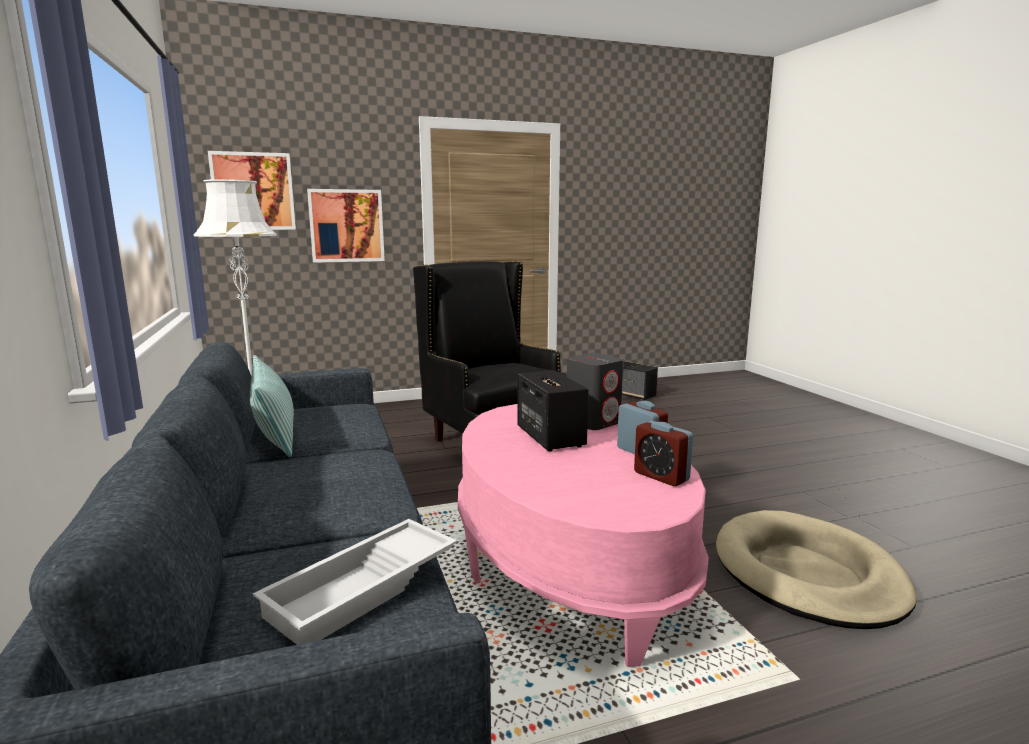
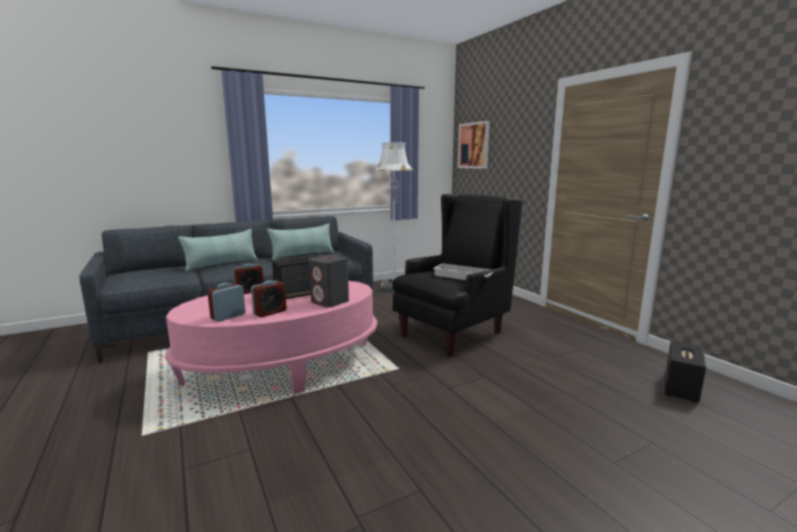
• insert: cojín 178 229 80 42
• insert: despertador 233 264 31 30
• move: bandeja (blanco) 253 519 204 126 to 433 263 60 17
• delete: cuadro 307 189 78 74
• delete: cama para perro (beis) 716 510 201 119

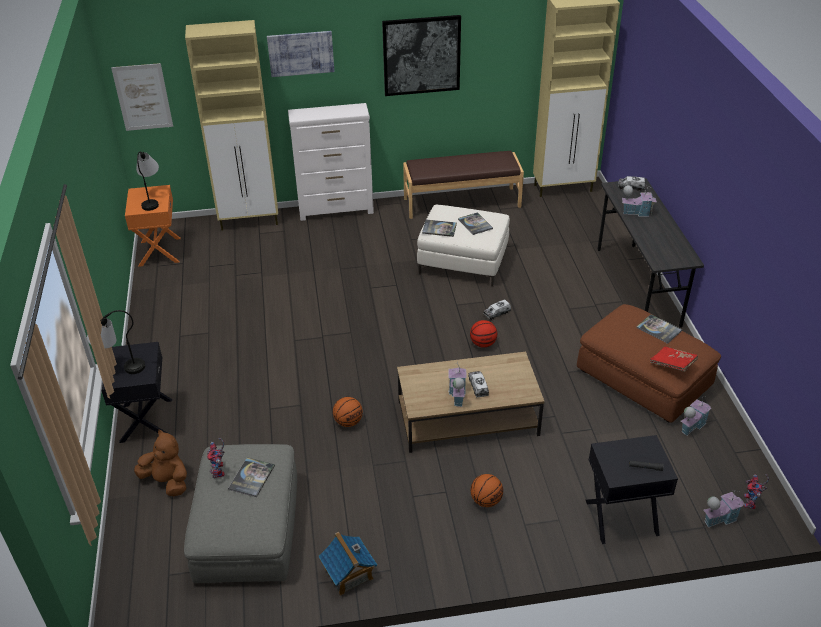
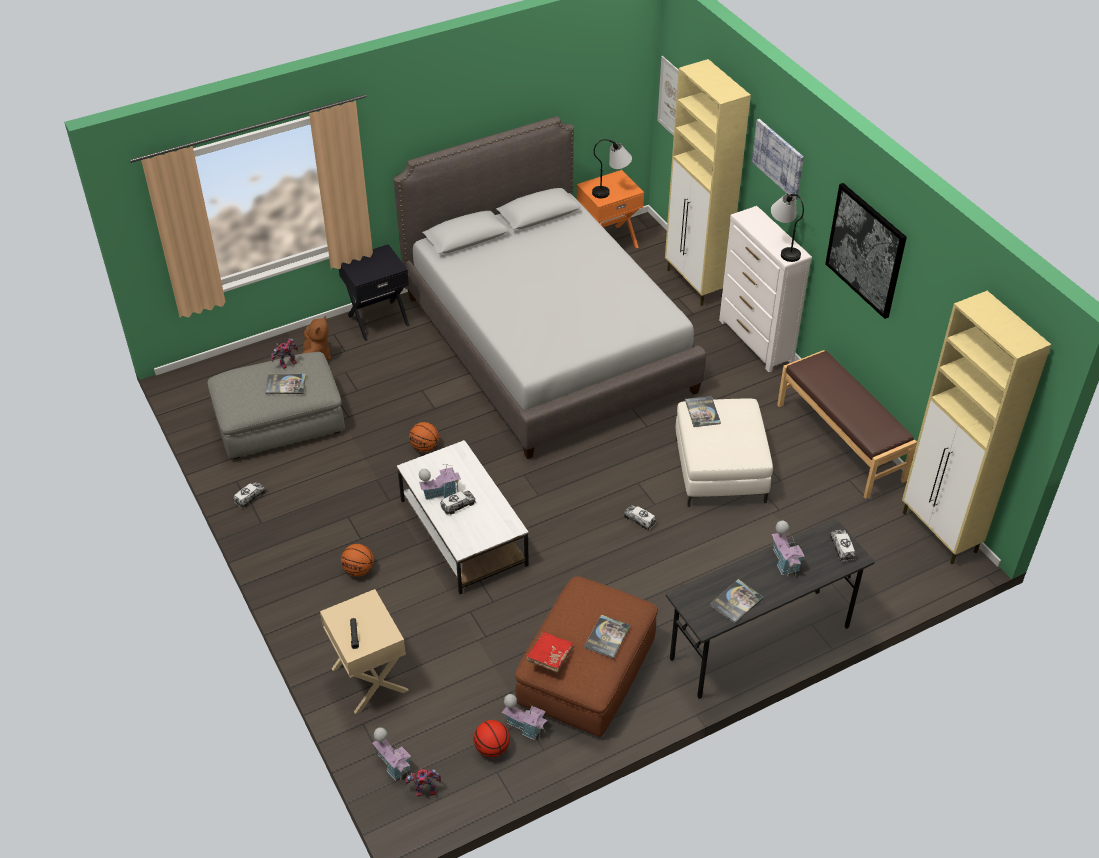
• replace: casita 318 532 59 64 to camión de juguete 233 482 33 26
• recolor: mesita de noche (negro) 586 435 92 109 to mesita de noche (beis) 320 589 89 125
• insert: cama (gris) 394 116 312 343
• recolor: mesa de centro (marrón) 397 352 148 101 to mesa de centro (blanco) 397 440 132 154
• move: balón de baloncesto 470 320 27 28 to 474 720 36 37
• move: libro 458 212 35 23 to 710 579 54 44
• move: lámpara de mesa 87 310 58 64 to 771 194 33 68

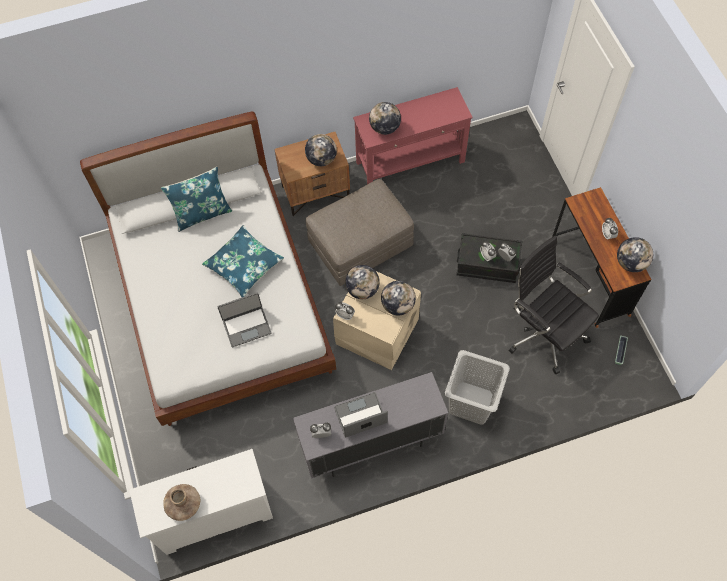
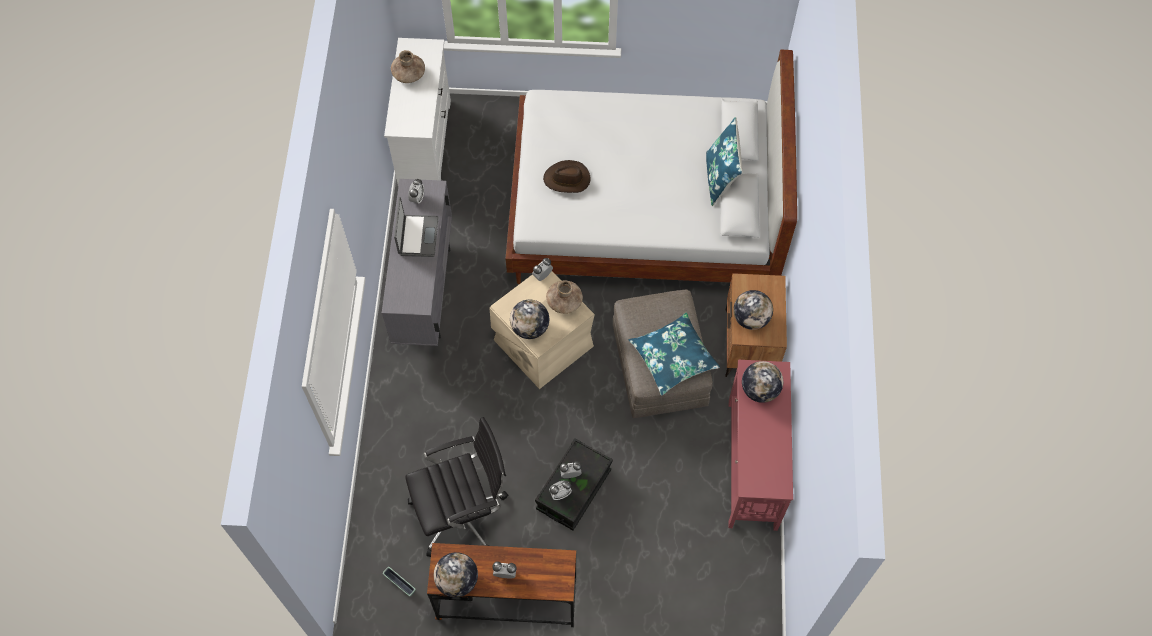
• replace: portátil 217 292 55 55 to sombrero (marrón) 543 160 48 33
• replace: globo terráqueo 345 265 35 34 to florero (marrón) 546 280 37 34
• move: cojín (azul) 202 225 82 72 to 629 312 91 84
• delete: cesto de la ropa (gris) 445 350 65 75

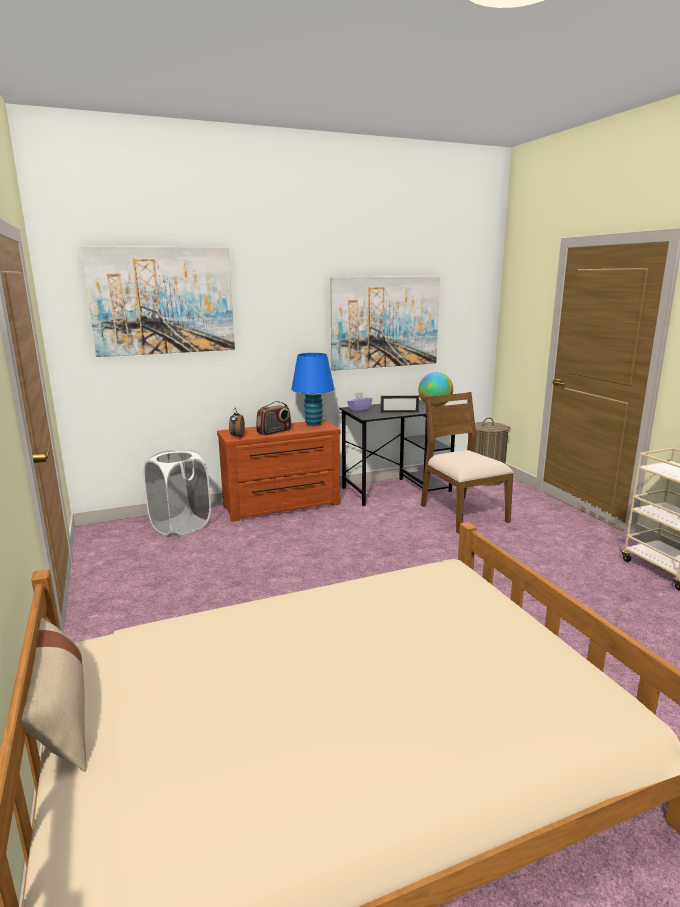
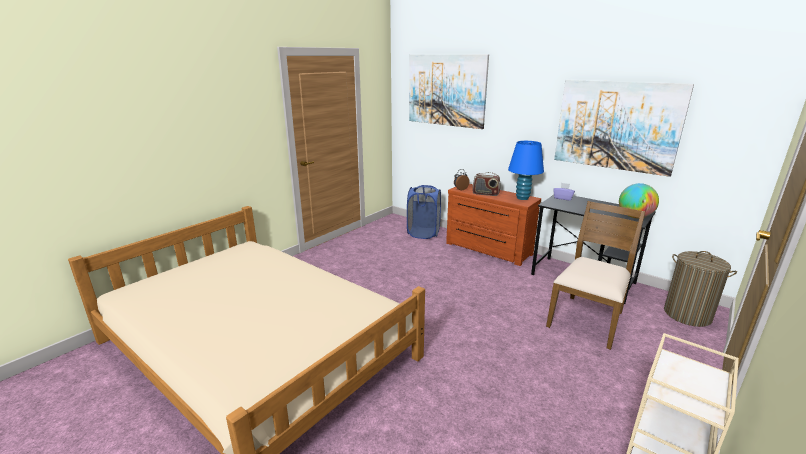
• recolor: cesto de la ropa (blanco) 143 449 68 87 to cesto de la ropa (azul) 407 185 34 54
• delete: cojín (beis) 22 618 64 154
• delete: portarretratos 380 395 39 18

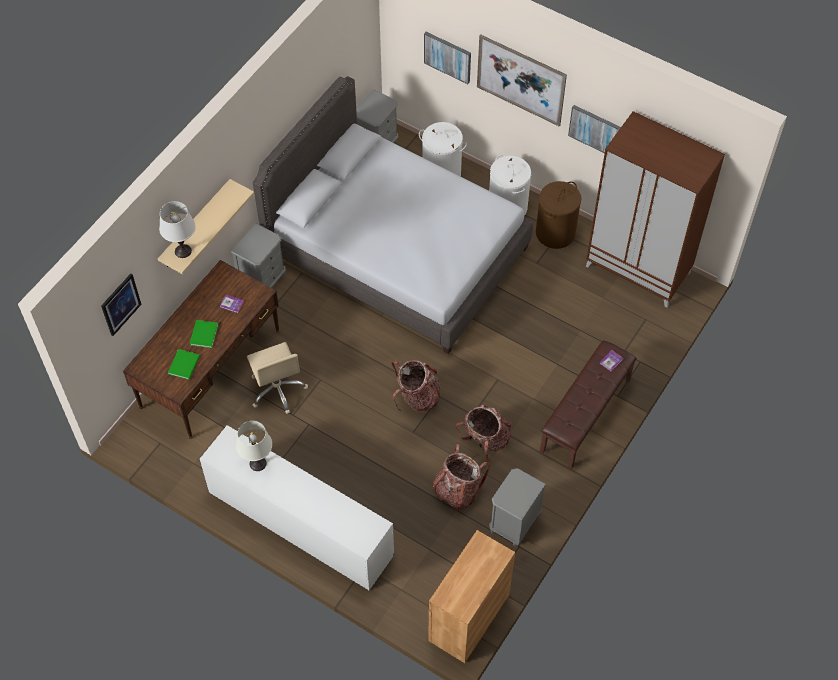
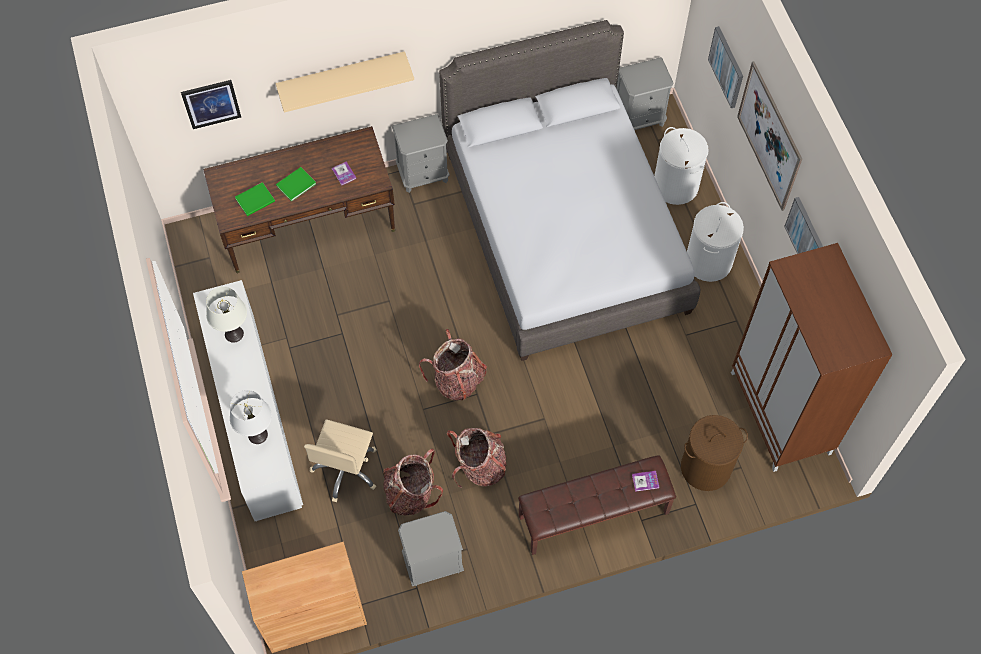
• move: lámpara de mesa (blanco) 159 201 37 57 to 230 390 42 54
• move: silla de oficina (beis) 247 342 61 72 to 304 419 73 83
• move: cesto de la ropa (marrón) 536 181 45 68 to 681 415 67 76

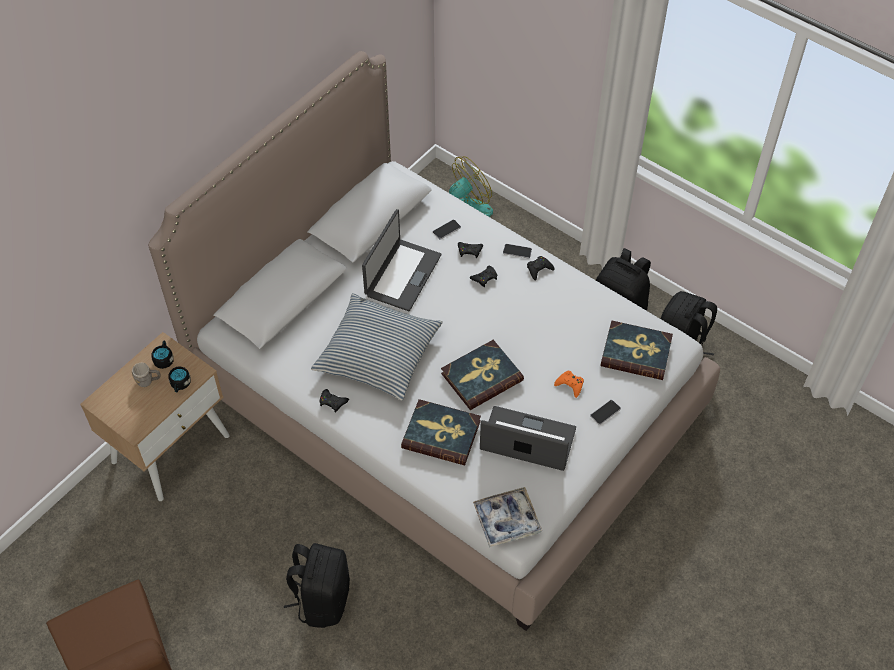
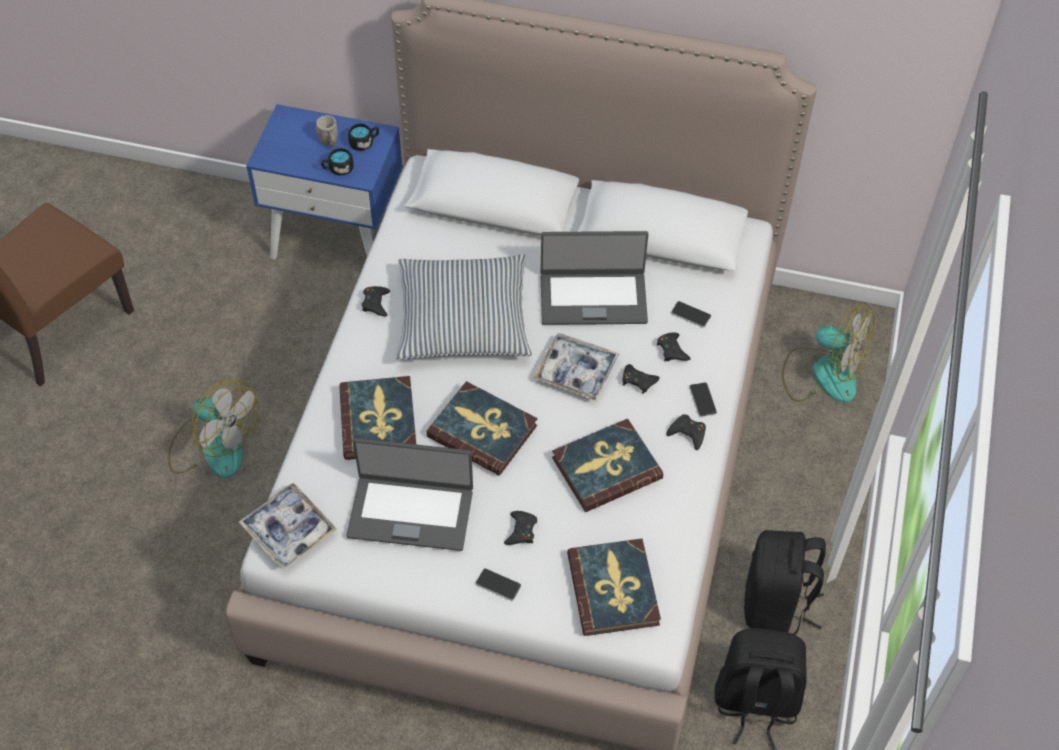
• replace: mochila (negro) 284 543 66 85 to ventilador 168 379 90 99
• recolor: mesita de noche (beis) 80 332 150 169 to mesita de noche (azul) 246 104 157 155
• rotate: portátil 480 406 96 65 = 346 438 127 113 105 degrees clockwise
• recolor: mando de consola (naranja) 554 371 30 27 to mando de consola (negro) 504 511 33 34
• insert: bandeja 533 333 86 68
• insert: libro 552 419 111 93

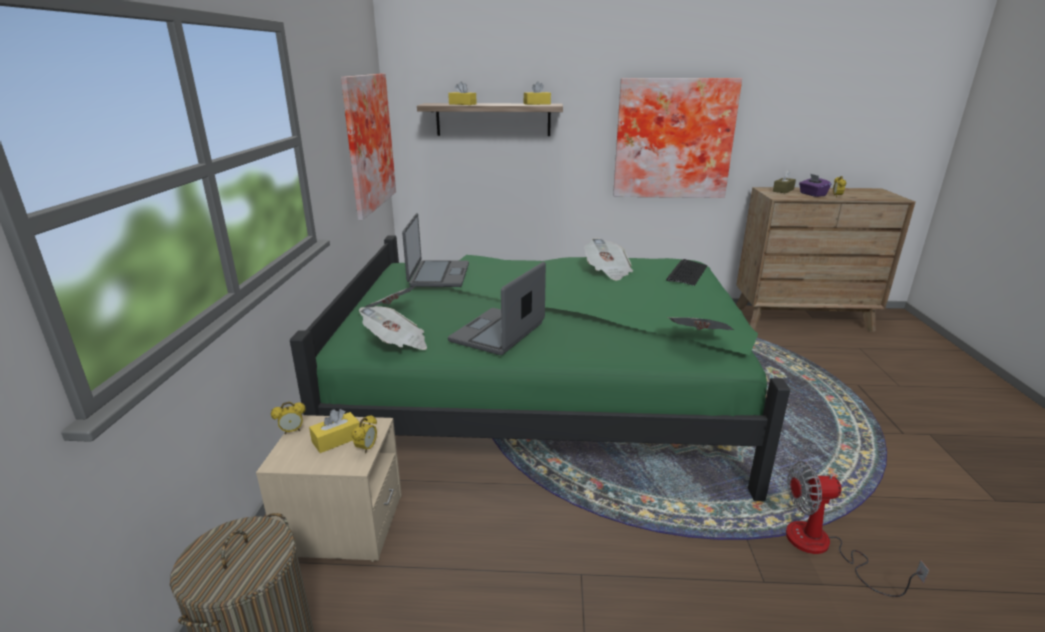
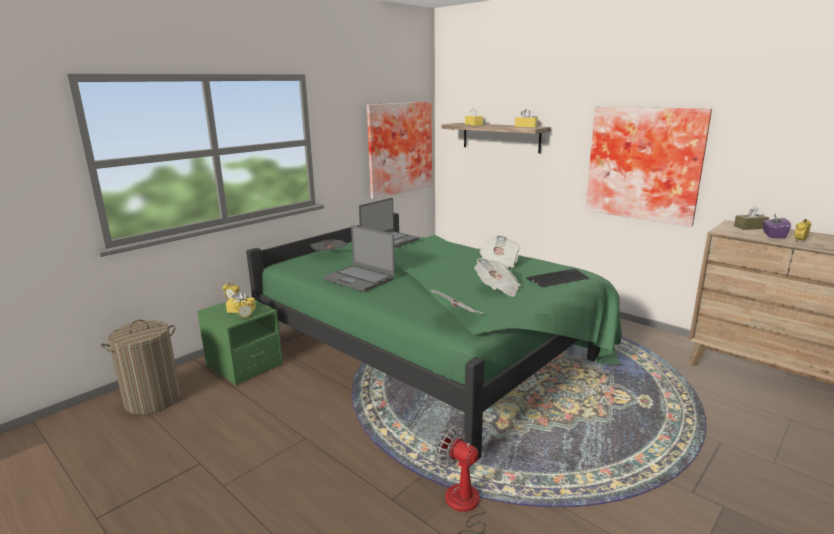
• recolor: mesita de noche (beis) 256 415 146 147 to mesita de noche (verde) 197 295 86 90
• rotate: portátil 448 262 98 93 = 323 225 72 67 120 degrees counterclockwise
• move: periódico 359 306 68 44 to 474 258 47 39

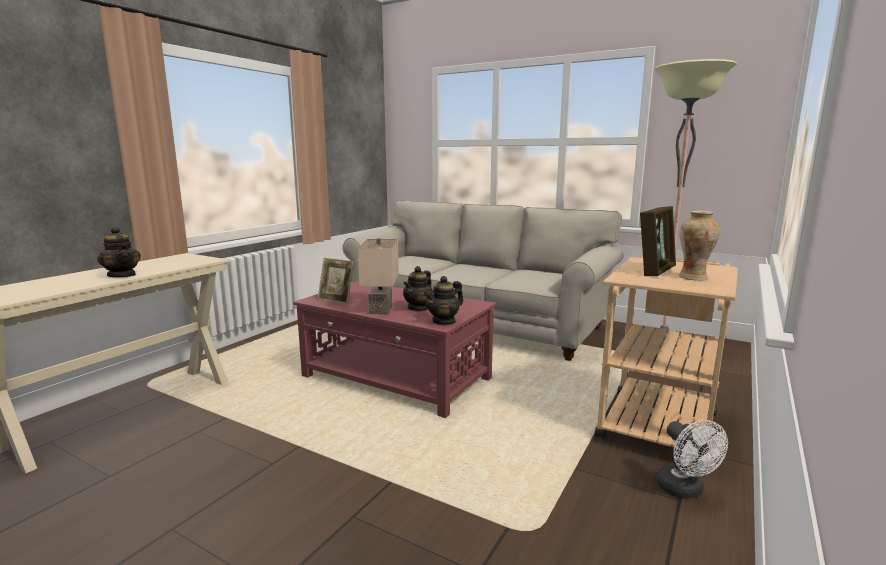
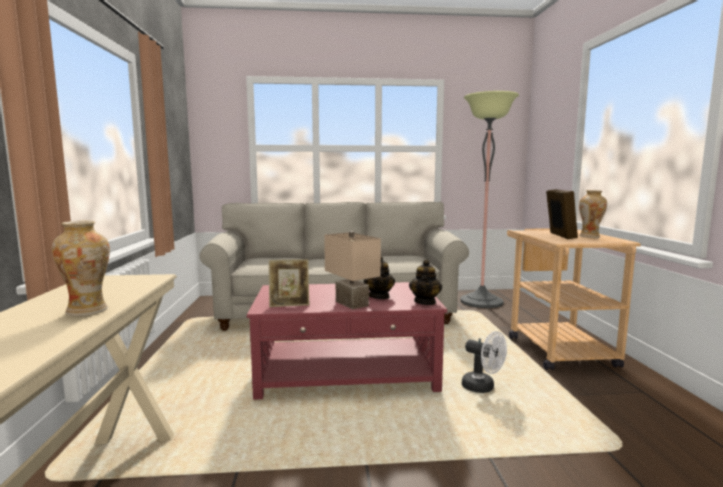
• replace: tetera 97 226 44 51 to florero 52 221 58 95
• move: ventilador (blanco) 655 420 73 79 to 462 331 45 62

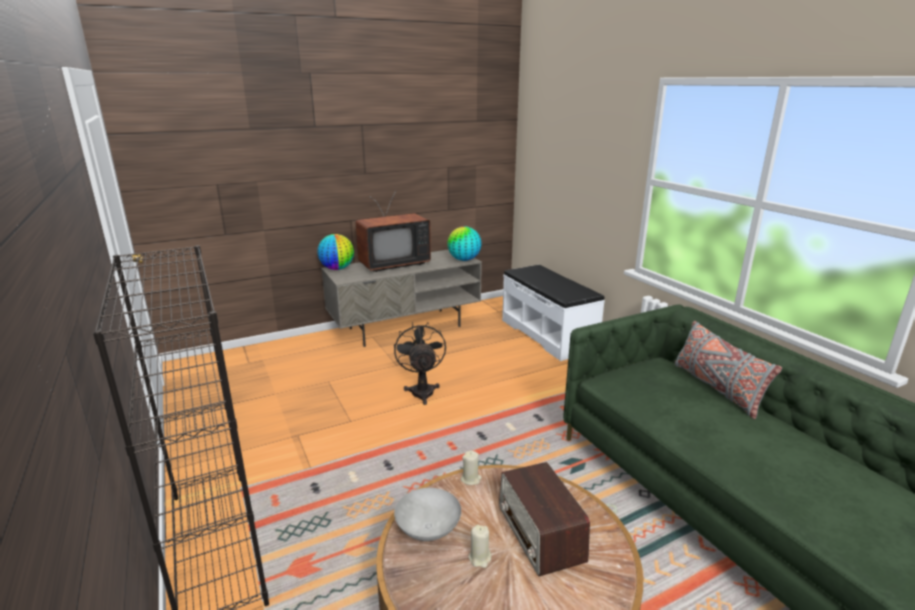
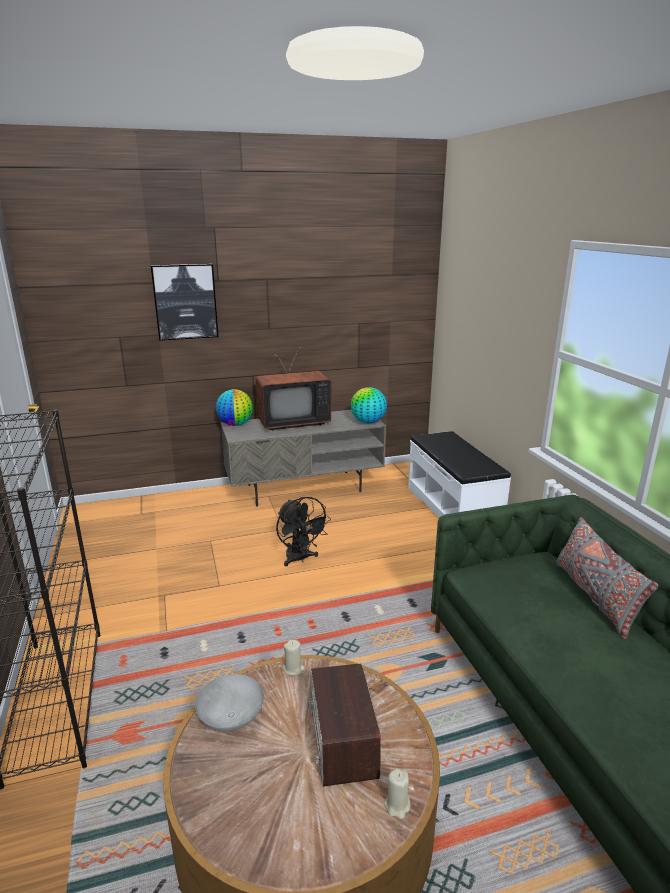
• insert: cuadro 151 264 67 77
• rotate: ventilador (negro) 394 322 52 83 = 276 497 55 69 150 degrees clockwise
• move: vela (beis) 468 525 23 43 to 385 768 25 51

